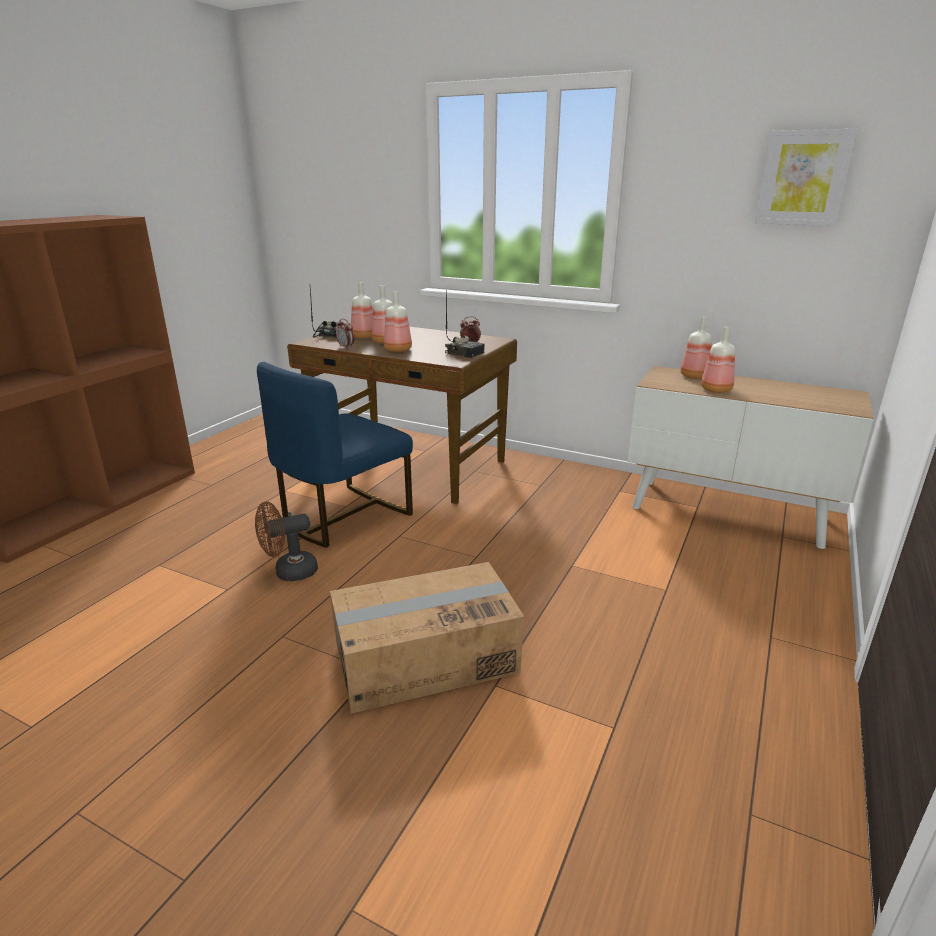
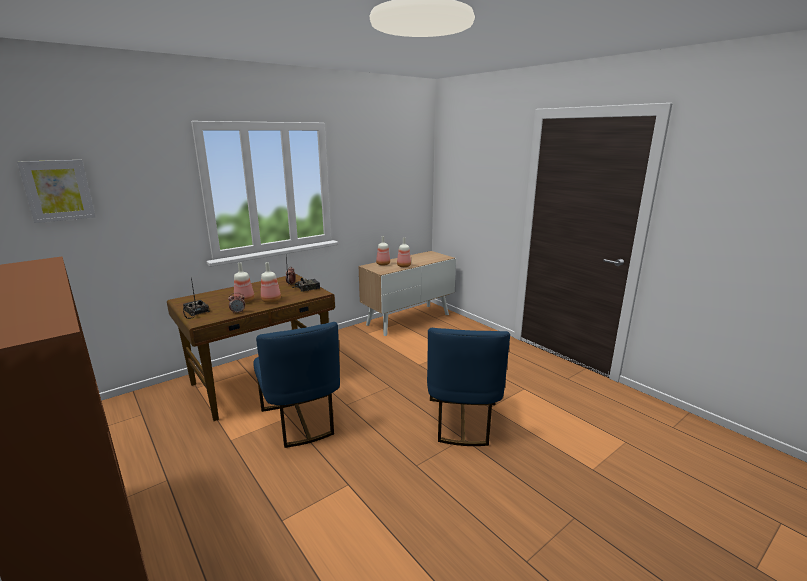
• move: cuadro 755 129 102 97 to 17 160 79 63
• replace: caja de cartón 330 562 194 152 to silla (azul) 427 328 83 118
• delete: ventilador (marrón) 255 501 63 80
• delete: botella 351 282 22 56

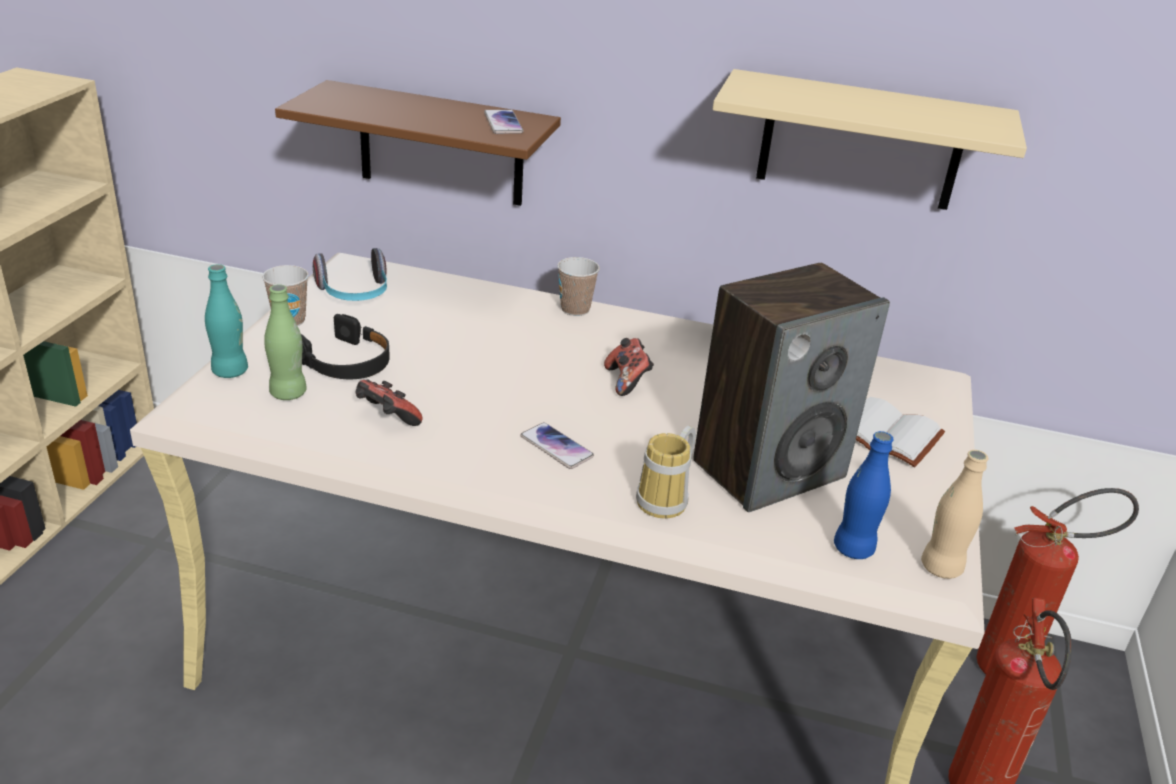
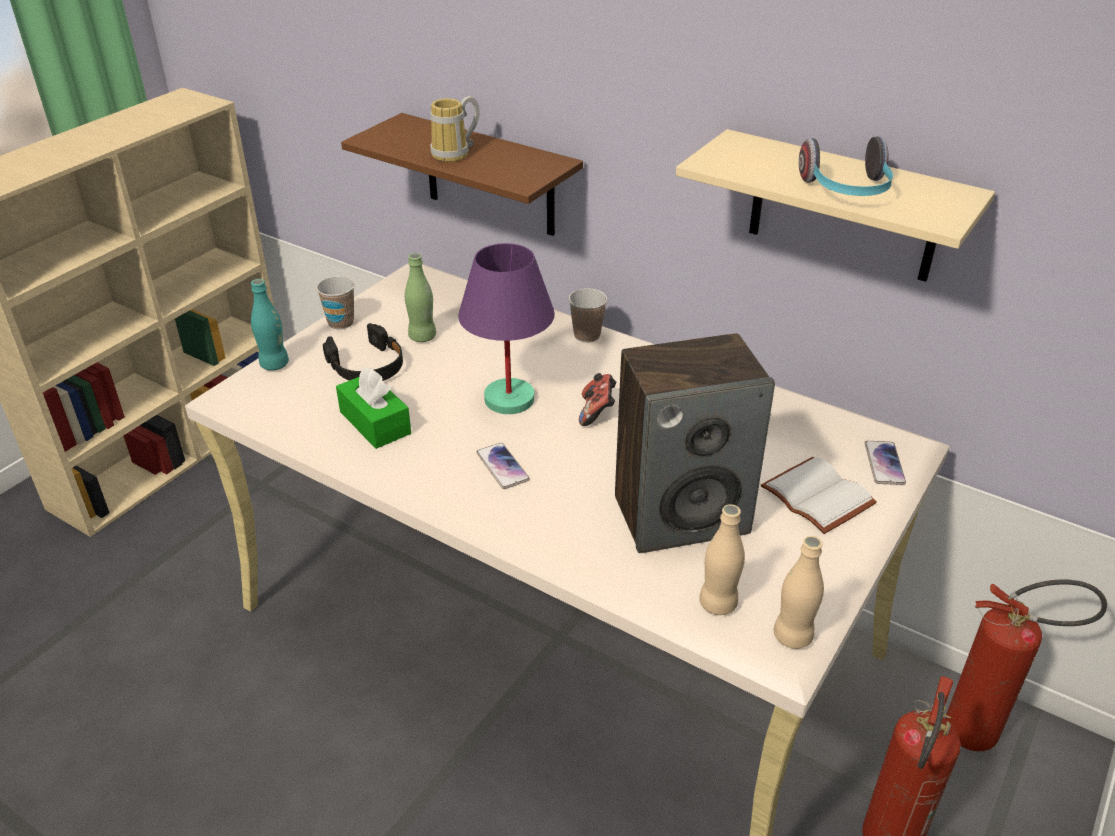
• replace: mando de consola 356 379 67 47 to caja de pañuelos (verde) 336 367 75 82
• move: botella (verde) 264 285 43 115 to 405 253 31 89
• move: taza grande 636 425 60 93 to 430 96 50 66
• insert: lámpara de mesa (morado) 458 243 97 171
• recolor: botella (azul) 834 431 60 128 to botella (beis) 699 504 46 111
• move: auriculares 313 248 74 53 to 799 136 94 60
• move: móvil 484 110 40 24 to 865 441 41 44

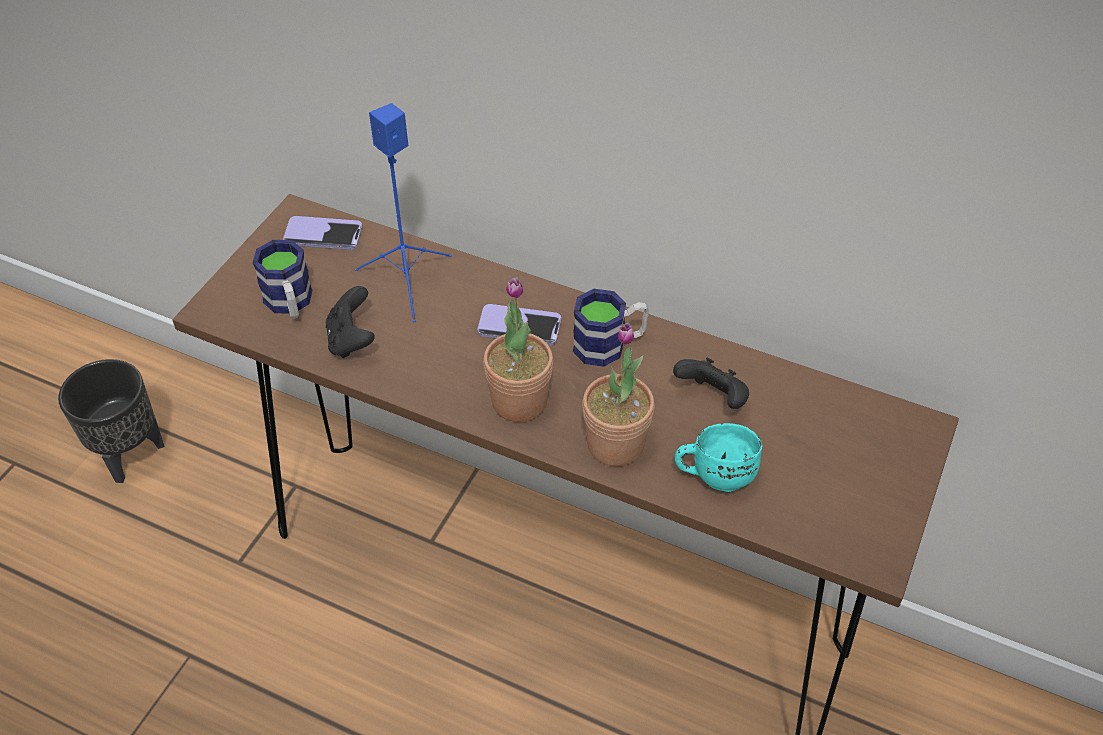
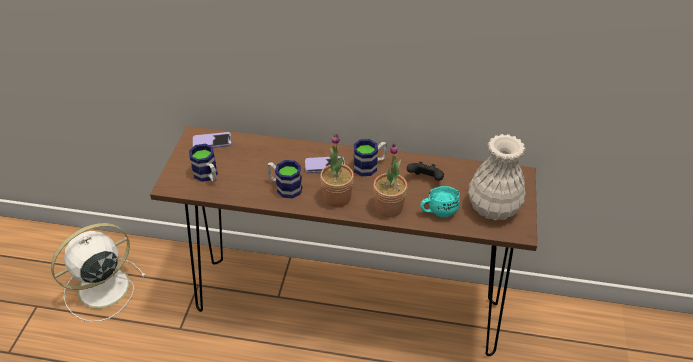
• replace: maceta (negro) 58 359 107 124 to ventilador (blanco) 51 223 95 99
• insert: taza grande 267 160 35 39
• insert: florero (blanco) 468 134 58 86
• delete: mando de consola (negro) 326 286 49 72
• delete: altavoz (azul) 355 103 97 219

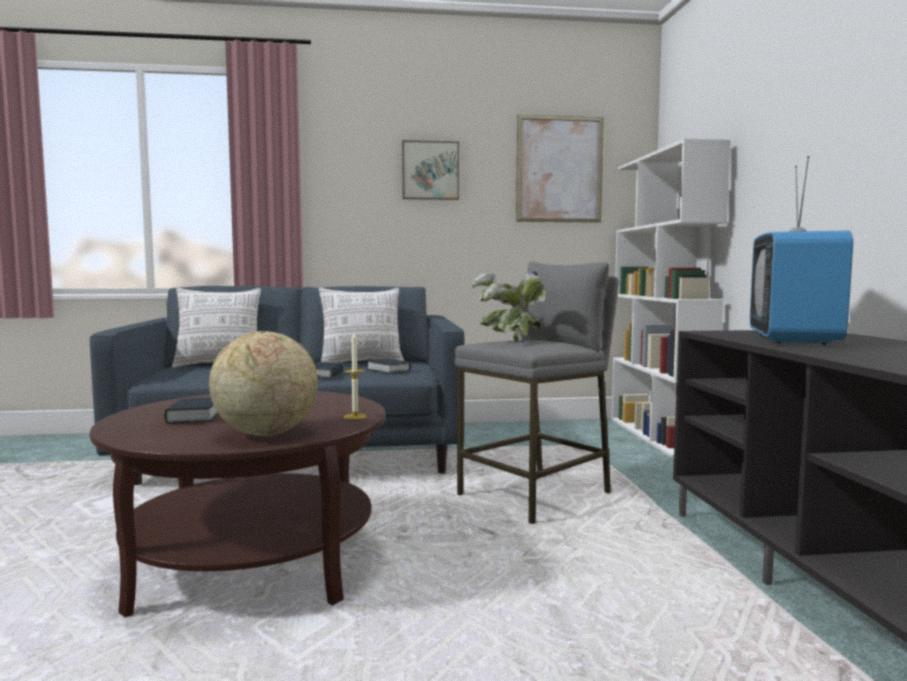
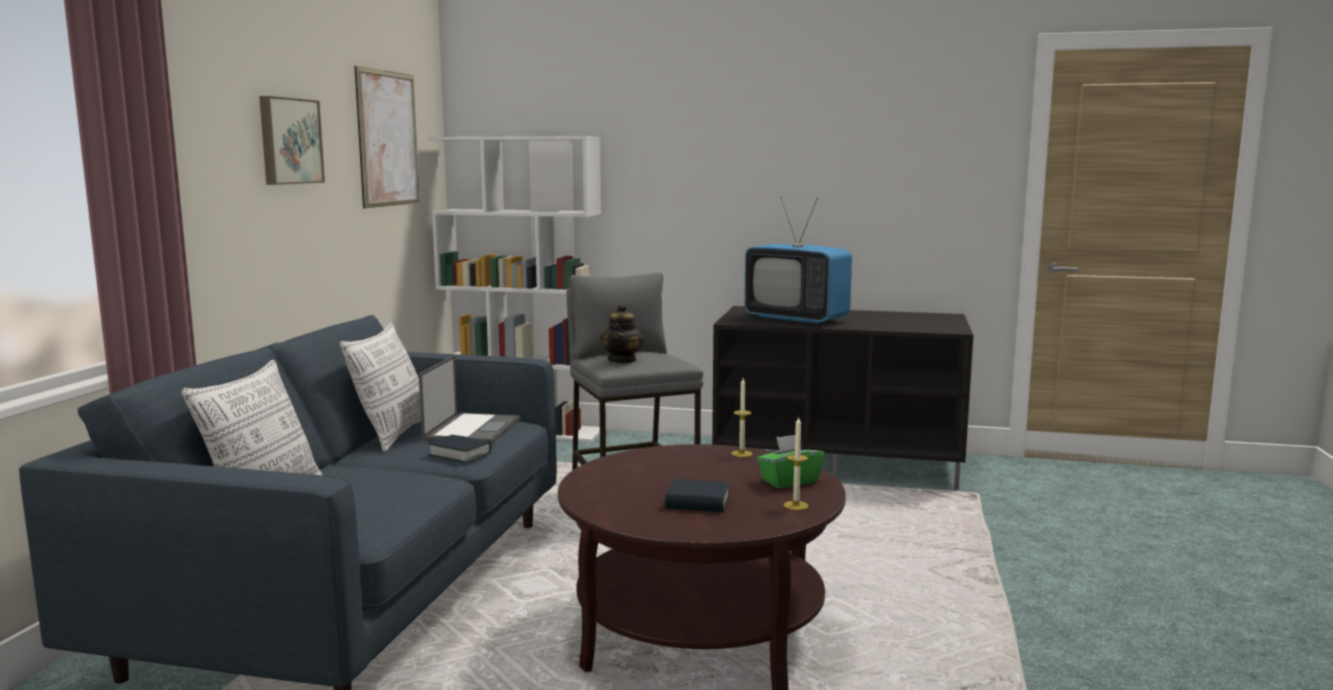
• replace: libro 367 358 44 16 to portátil 419 355 101 89
• replace: planta en maceta 472 271 73 71 to tetera 601 303 43 60
• replace: globo terráqueo 209 331 109 105 to caja de pañuelos (verde) 757 435 68 53
• insert: vela 784 416 25 94

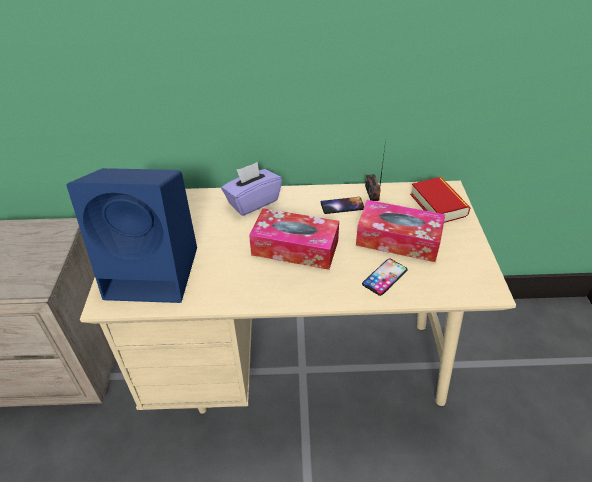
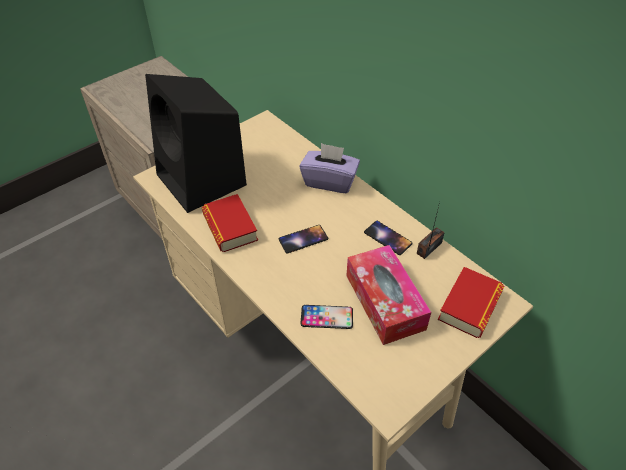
• recolor: altavoz (azul) 66 168 131 135 to altavoz (negro) 145 74 102 139
• insert: libro 202 194 56 58
• replace: caja de pañuelos 249 208 90 62 to móvil 279 225 49 28

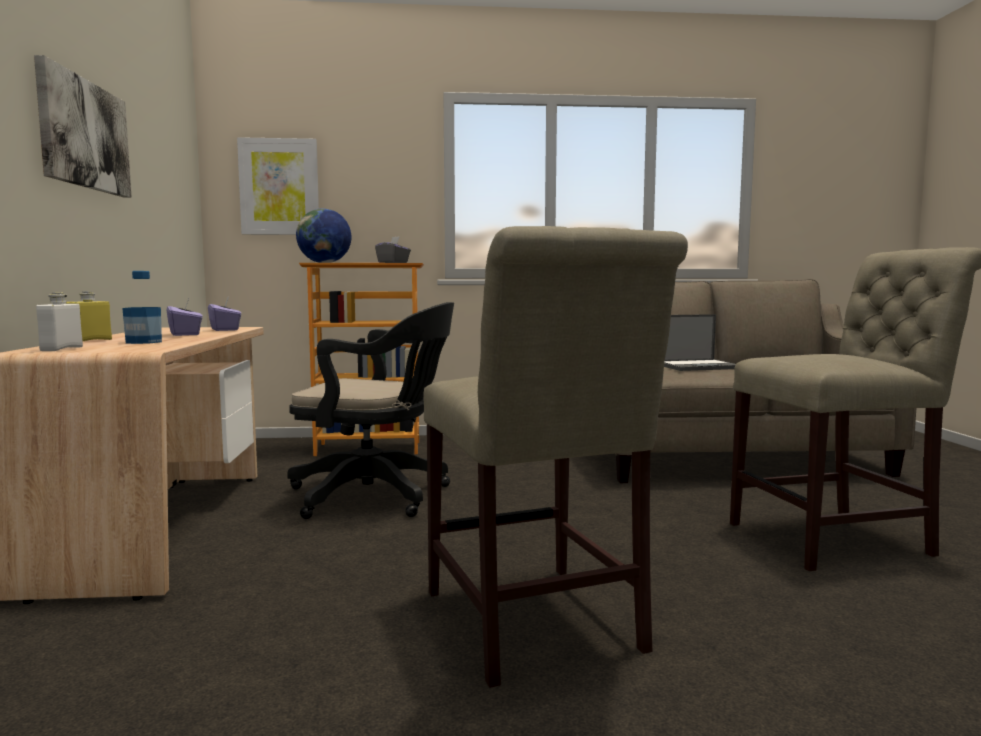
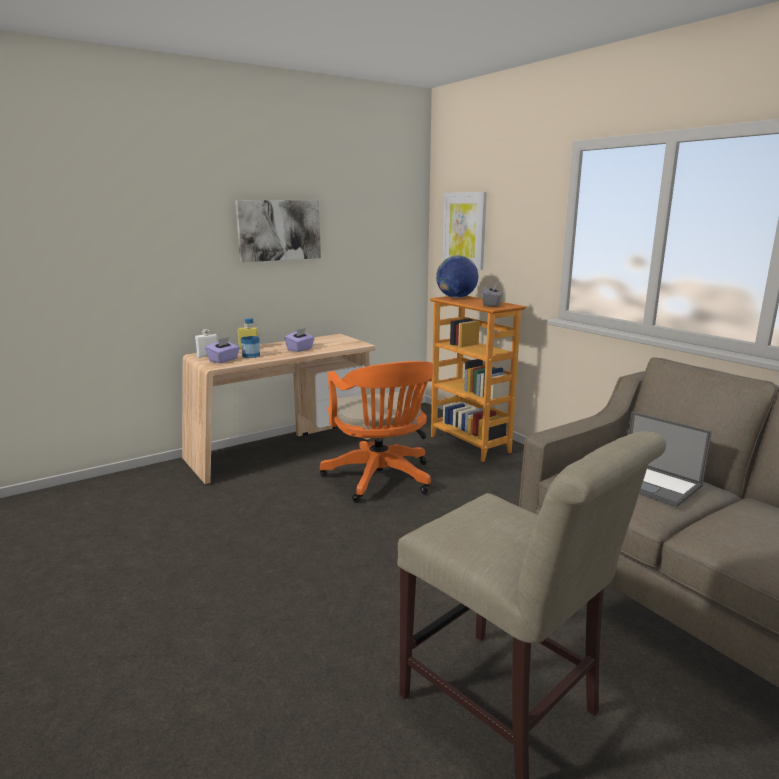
• move: caja de pañuelos (morado) 208 297 33 34 to 205 337 35 26
• recolor: silla de oficina (negro) 287 302 167 217 to silla de oficina (naranja) 320 361 114 142
• delete: silla (beis) 423 226 265 462

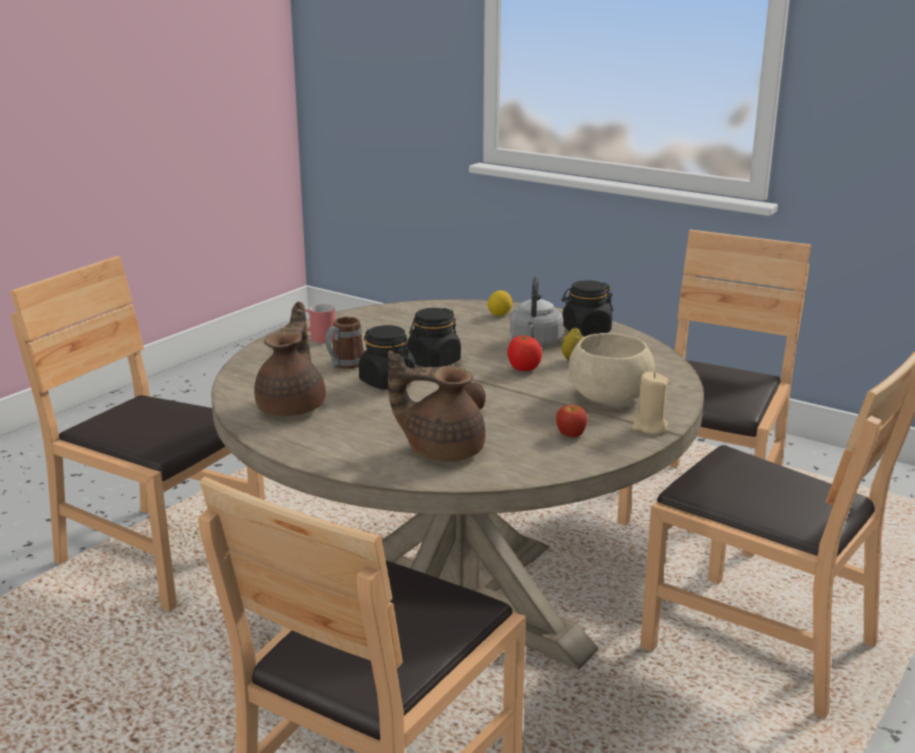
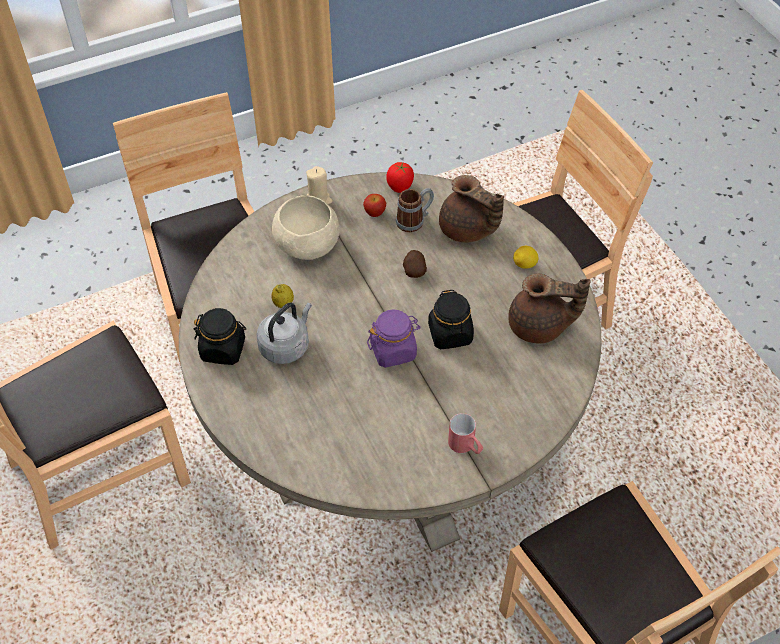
• recolor: tarro (negro) 407 308 54 59 to tarro (morado) 367 309 54 59
• move: tomate 507 336 35 35 to 386 162 28 31
• move: taza grande 326 317 38 52 to 396 188 38 44
• rotate: tetera (marrón) 254 302 72 114 = 508 273 82 71 120 degrees counterclockwise
• move: limón 488 291 24 25 to 513 246 26 23

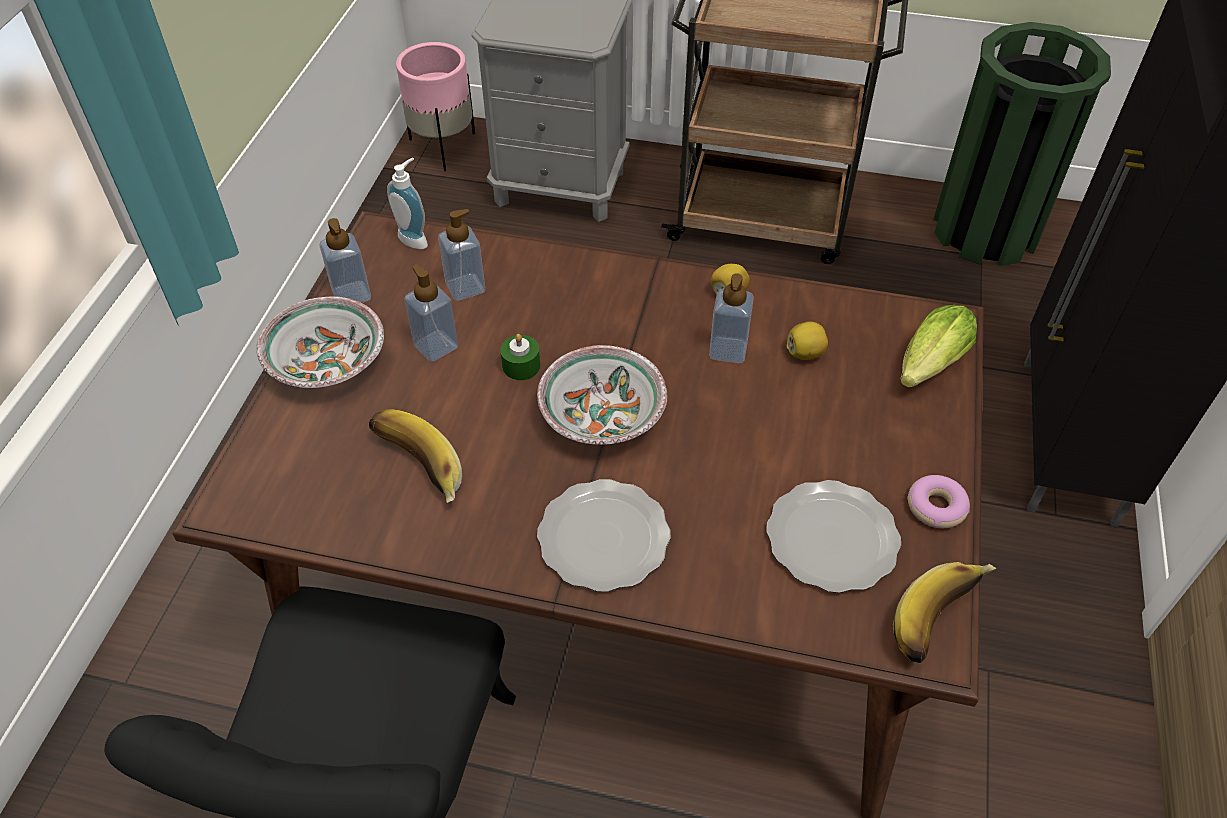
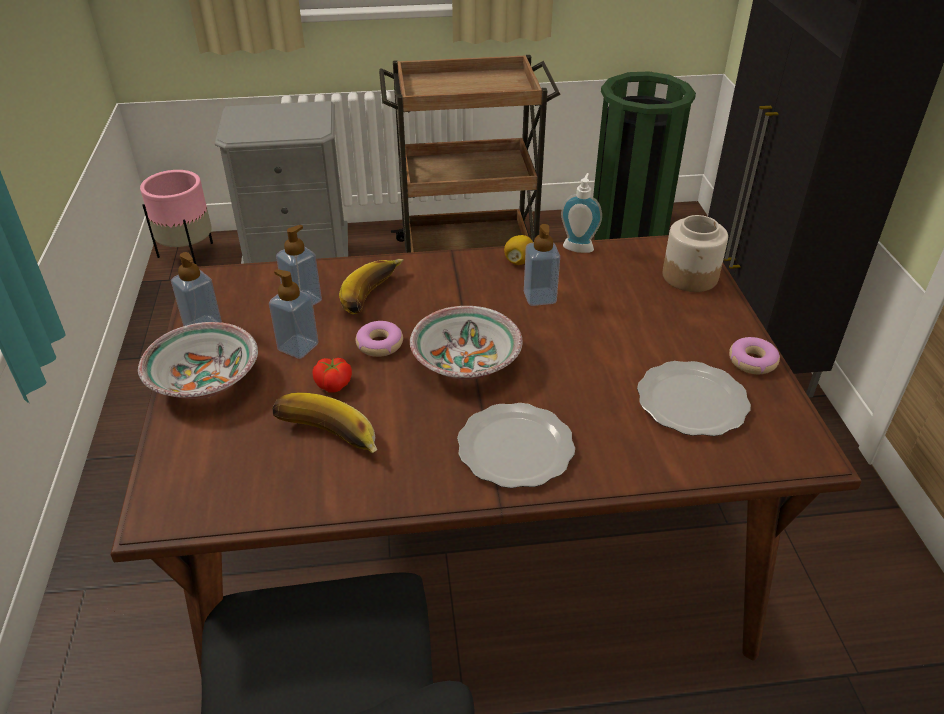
• insert: tomate 313 358 39 35
• move: plátano 893 562 104 101 to 339 259 65 55
• replace: vela (verde) 500 334 40 46 to rosquilla 356 321 47 36
• move: dispensador de jabón 387 158 41 91 to 561 173 41 80
• replace: lechuga 900 305 77 82 to tarro 663 215 65 77
• delete: limón 786 322 42 38

